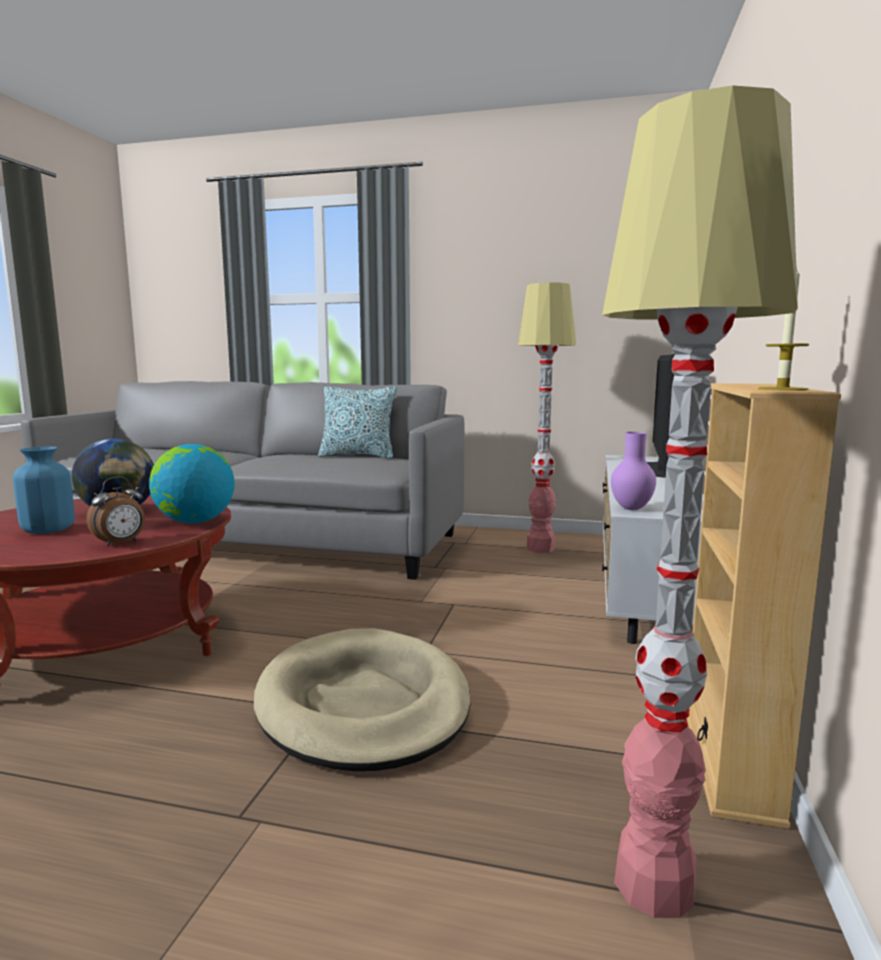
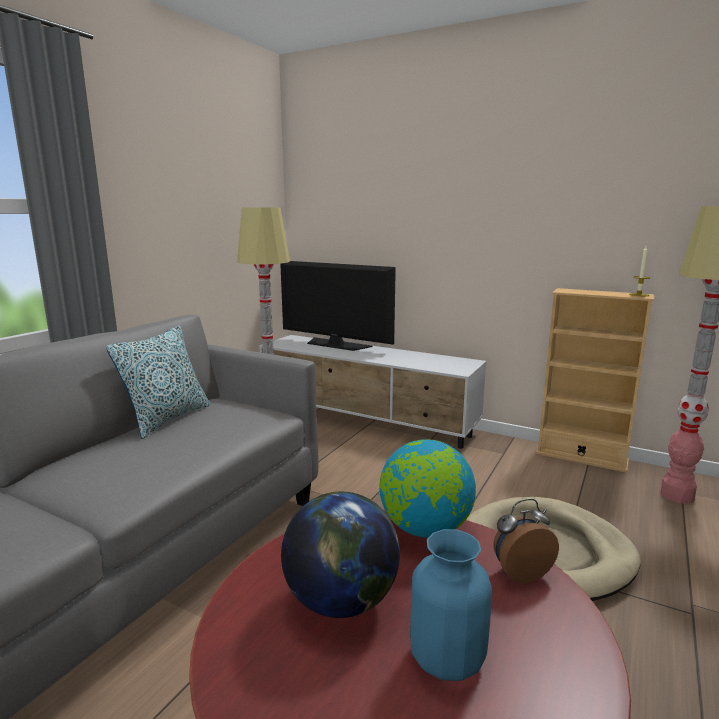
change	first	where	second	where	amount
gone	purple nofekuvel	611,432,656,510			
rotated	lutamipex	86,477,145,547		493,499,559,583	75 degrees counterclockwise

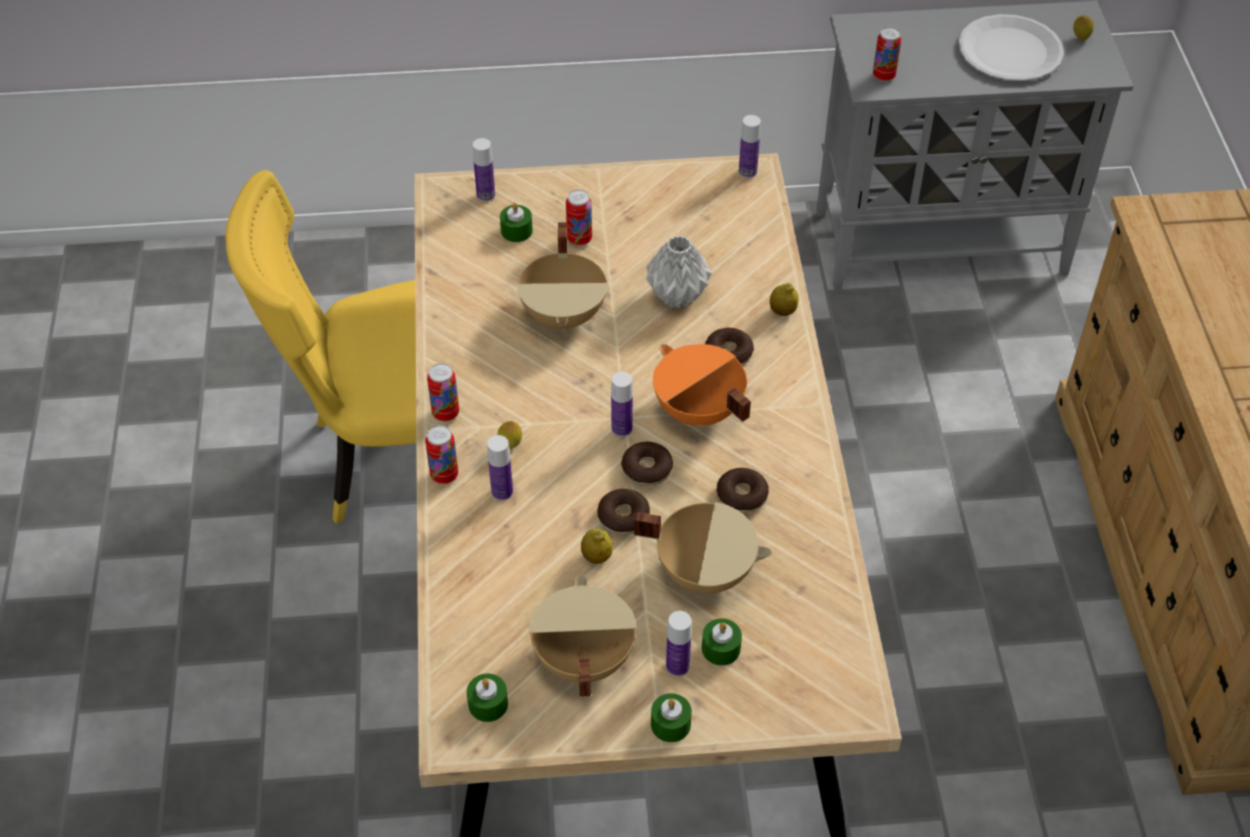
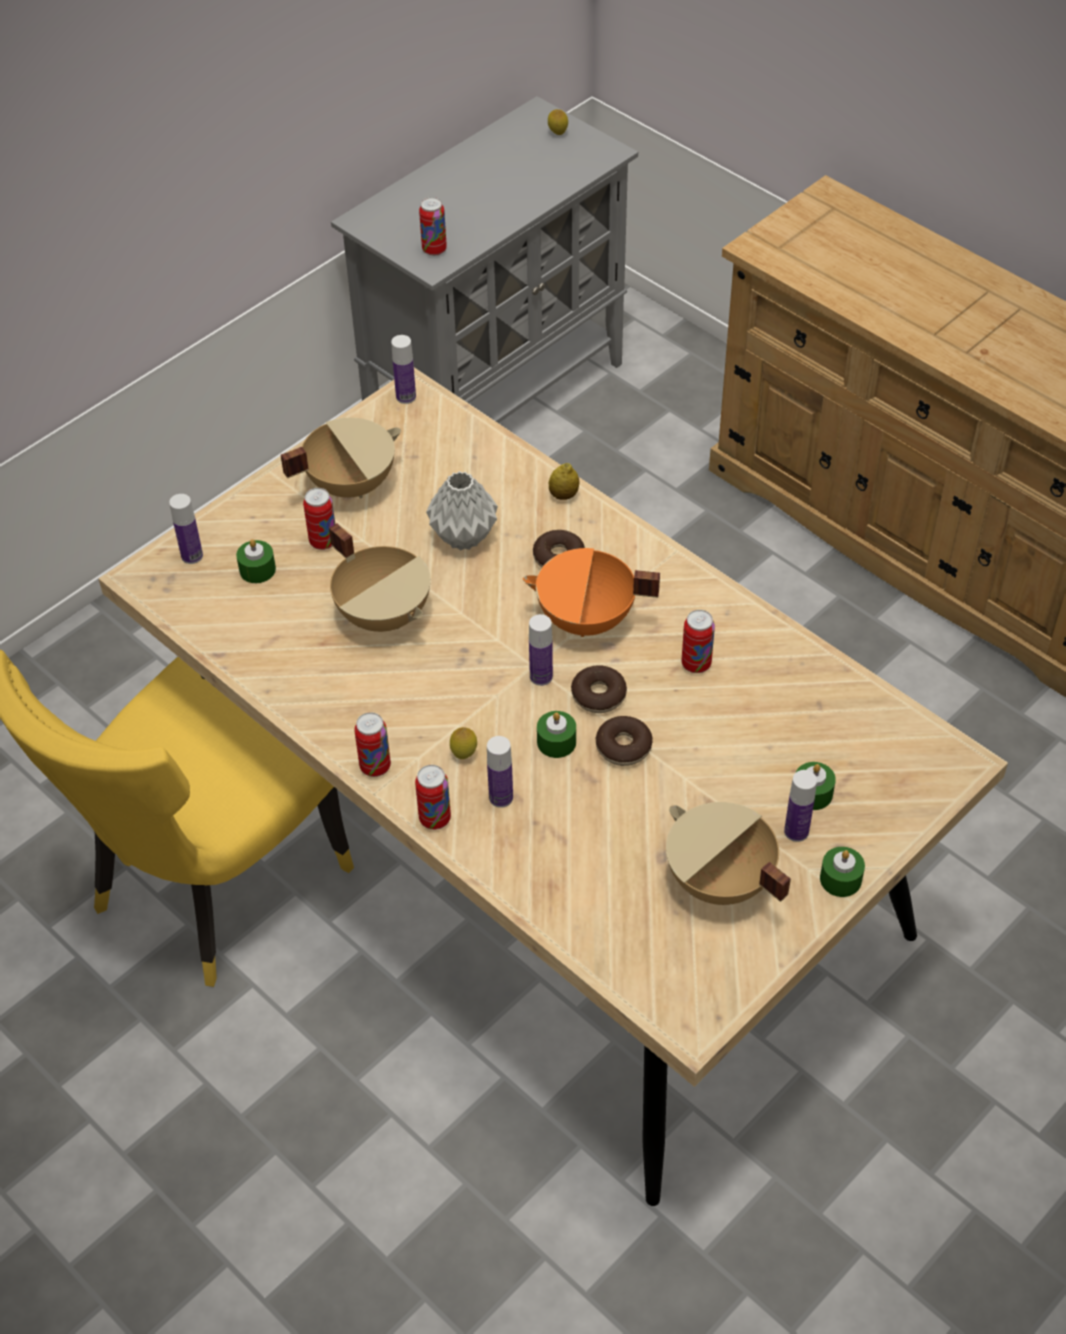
change	first	where	second	where	amount
gone	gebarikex	581,529,613,564			
gone	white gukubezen	959,14,1064,81			
shifted	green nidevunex	467,674,508,722		537,711,576,758	
shifted	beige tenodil	634,502,772,594		281,418,401,499	
swapped	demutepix	717,468,769,513	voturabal	681,610,715,673	

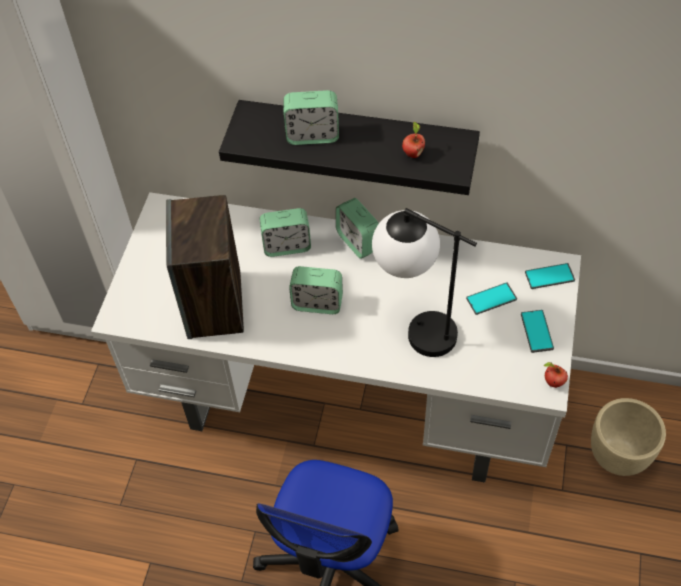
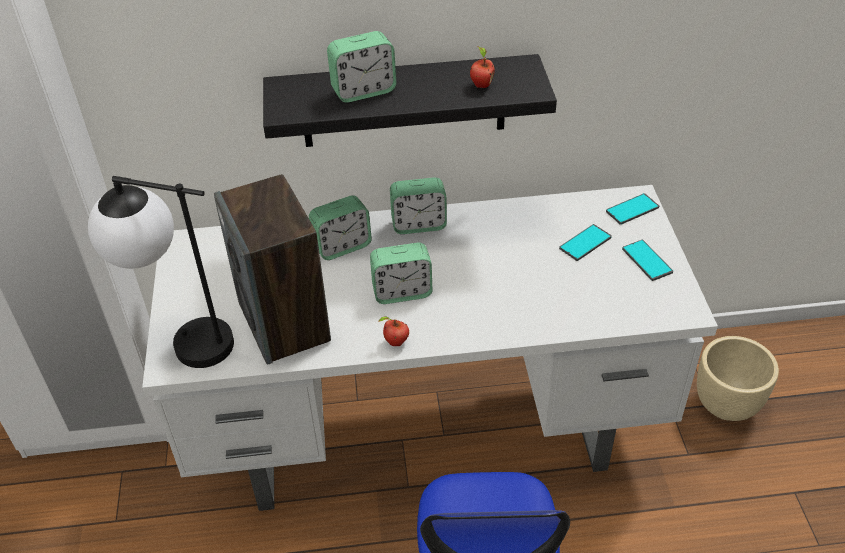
change	first	where	second	where	amount
shifted	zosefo	372,208,477,357		88,176,234,368	
shifted	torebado	544,362,568,388		379,316,409,346	
rotated	lutamipex	336,198,379,259		390,177,447,234	45 degrees counterclockwise

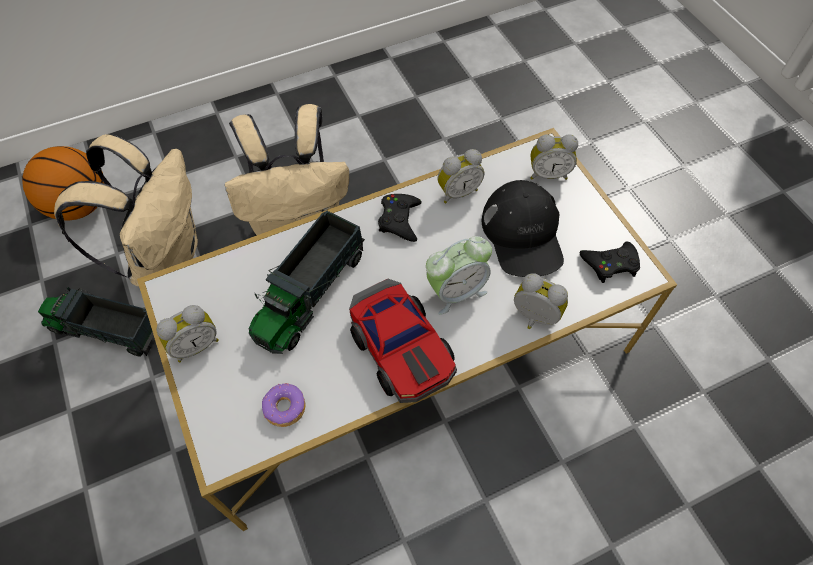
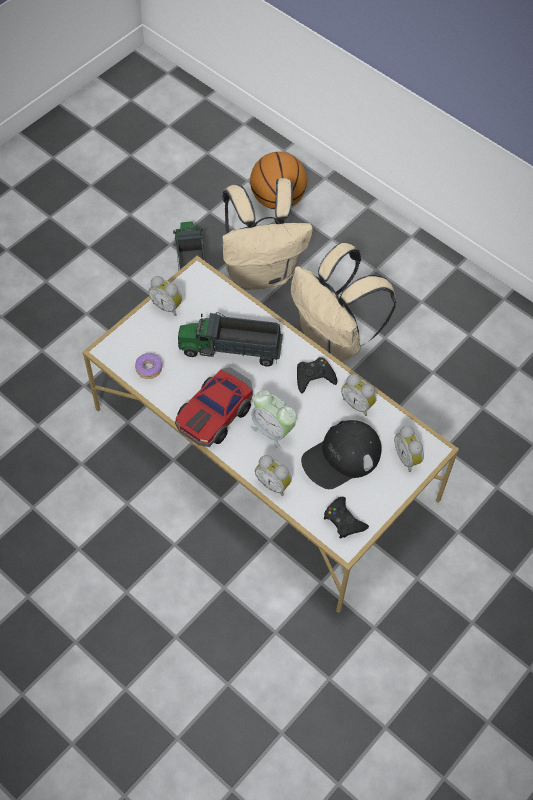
change	first	where	second	where	amount
rotated	lutamipex	514,273,568,329		255,455,292,496	120 degrees clockwise

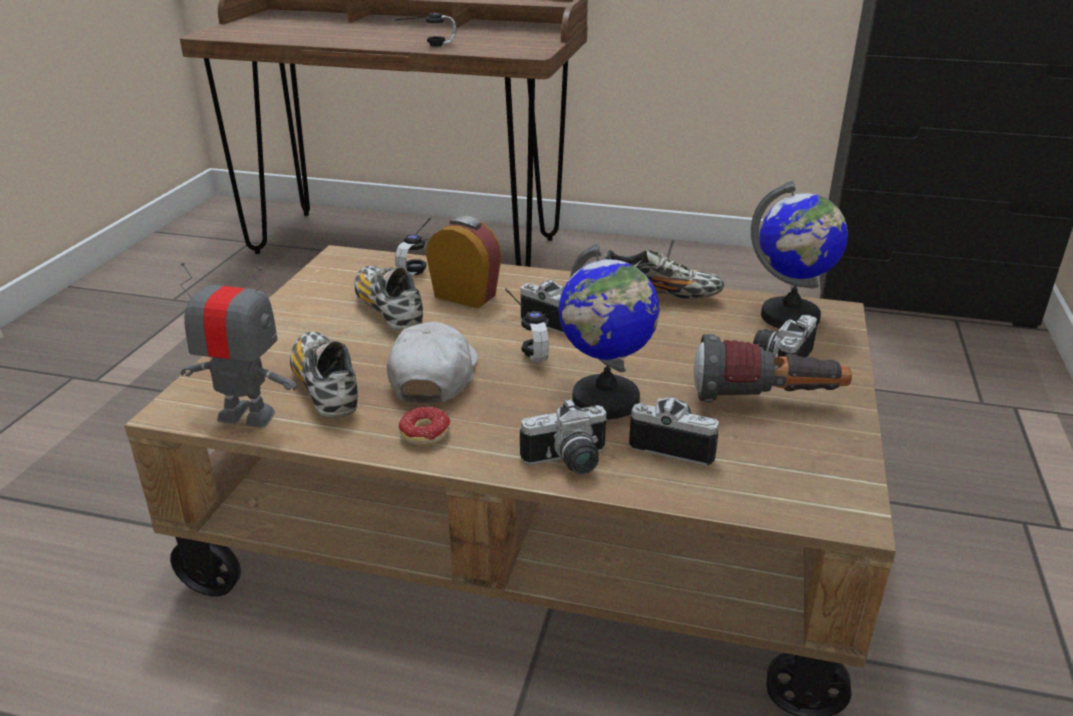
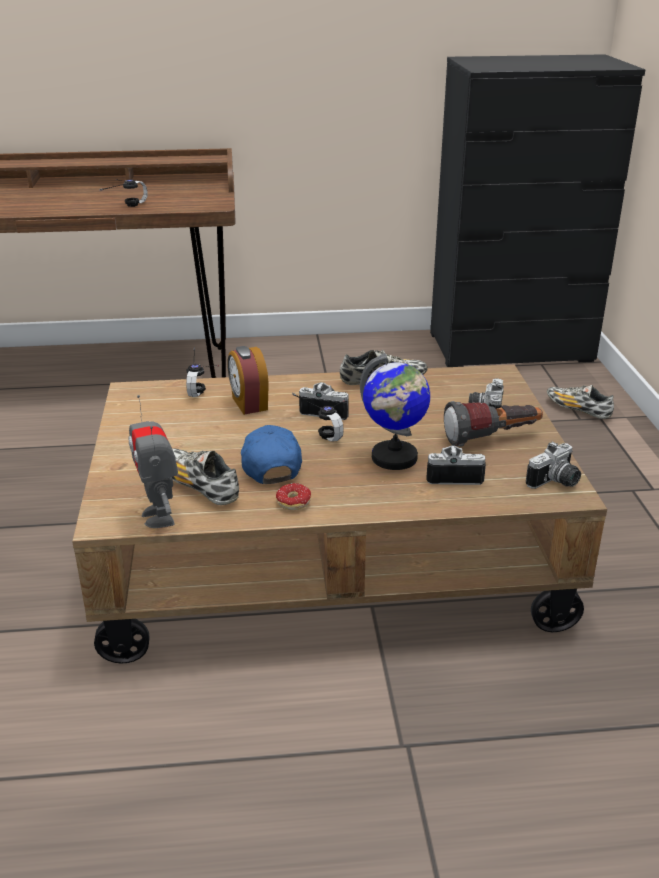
change	first	where	second	where	amount
gone	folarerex	751,181,848,329			
shifted	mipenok	354,266,423,331		547,385,614,419	
shifted	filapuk	520,398,607,474		526,442,581,489	
repainted	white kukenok	387,321,478,403	blue kukenok	241,425,302,484	
rotated	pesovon	180,262,297,428		128,395,178,528	105 degrees counterclockwise
rotated	lutamipex	426,216,502,309		227,346,269,415	120 degrees counterclockwise

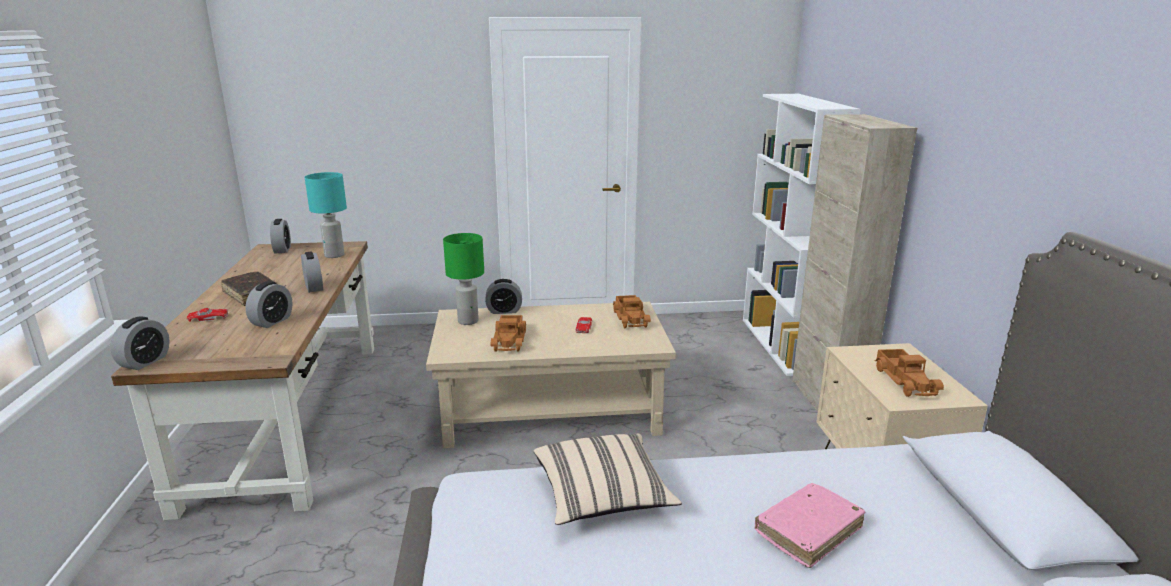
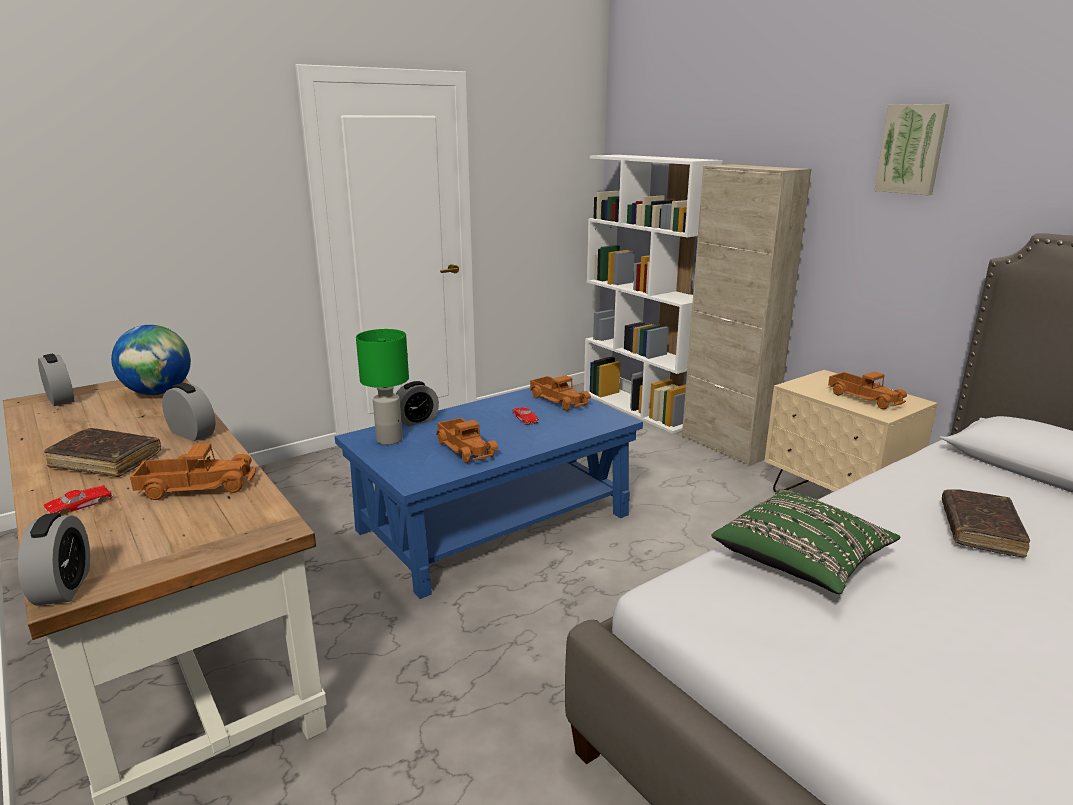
change	first	where	second	where	amount
new			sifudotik	874,104,949,195	
swapped	lutamipex	245,281,293,328	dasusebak	130,443,256,500	
swapped	turquoise zosefo	305,172,347,258	folarerex	111,325,191,395	
repainted	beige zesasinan	426,302,676,448	blue zesasinan	335,388,643,599	
repainted	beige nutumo	534,434,682,525	green nutumo	711,490,900,594	
repainted	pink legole	755,483,865,568	brown legole	942,489,1030,557	

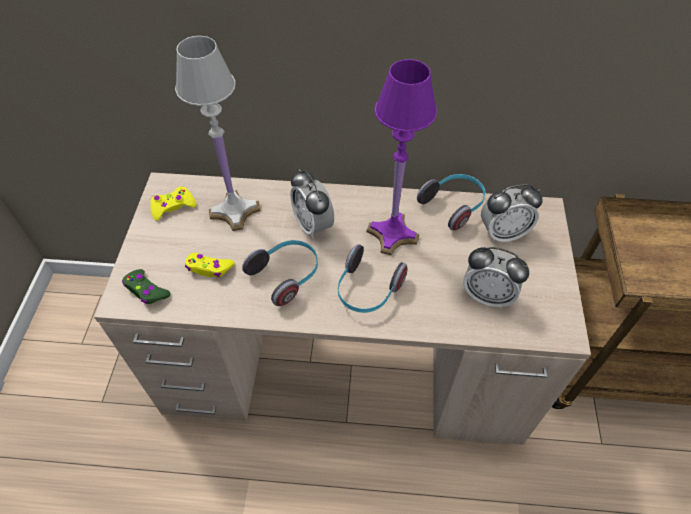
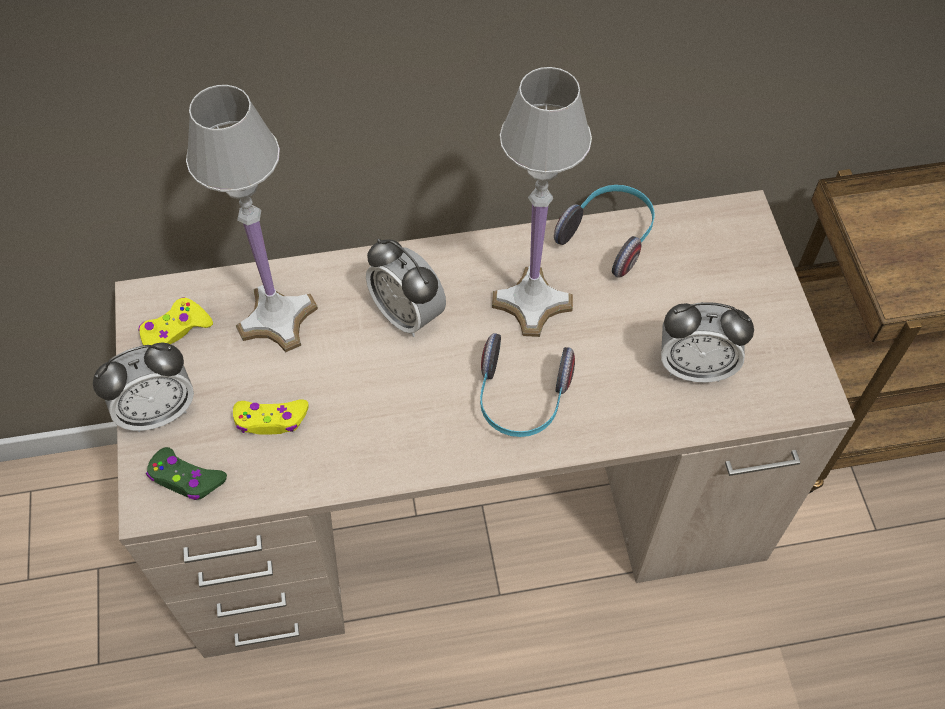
change	first	where	second	where	amount
gone	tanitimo	242,240,318,306			
shifted	lutamipex	481,184,543,242		93,342,194,432	
repainted	purple zosefo	366,59,437,255	white zosefo	492,67,592,337	

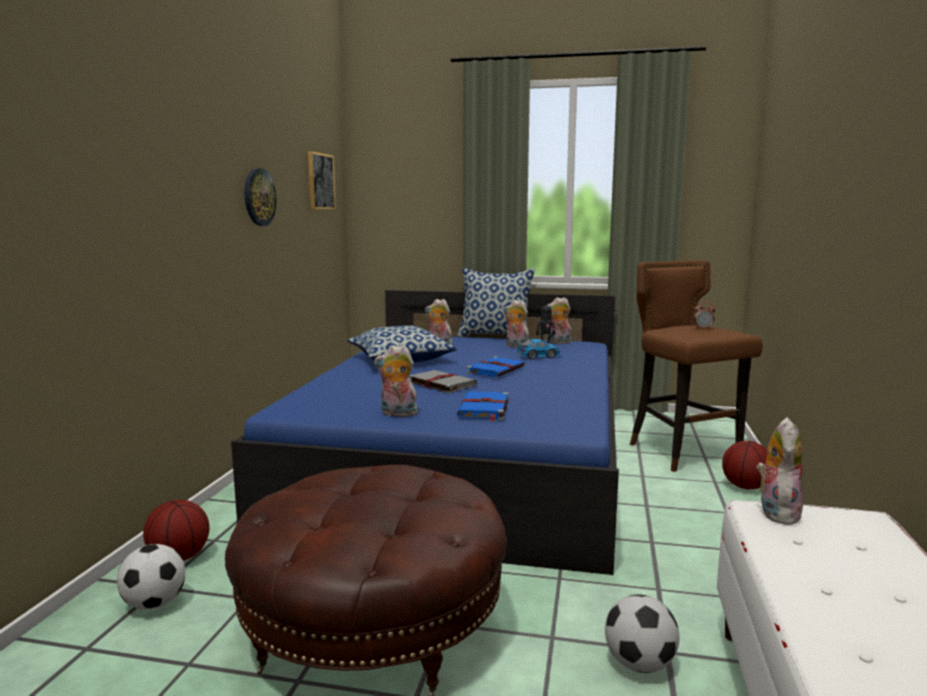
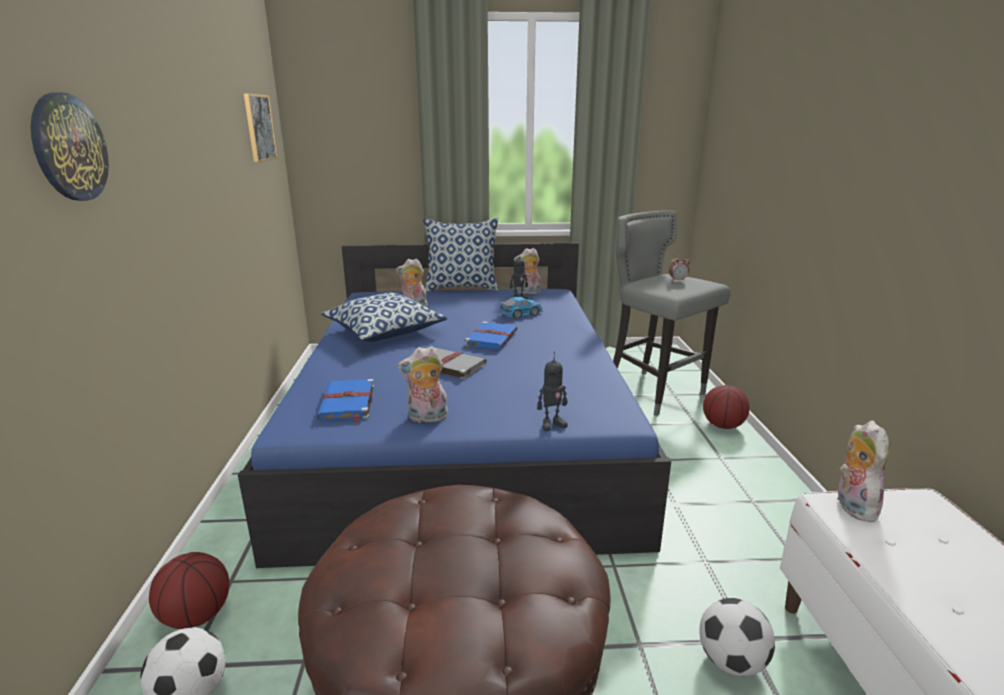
change	first	where	second	where	amount
gone	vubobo	503,300,529,348			
new			pesovon	537,352,568,431	
shifted	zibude	245,168,277,226		31,93,109,201	
shifted	blue legole	457,391,509,421		317,379,374,422	
repainted	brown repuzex	630,260,763,472	grey repuzex	613,210,730,416	

